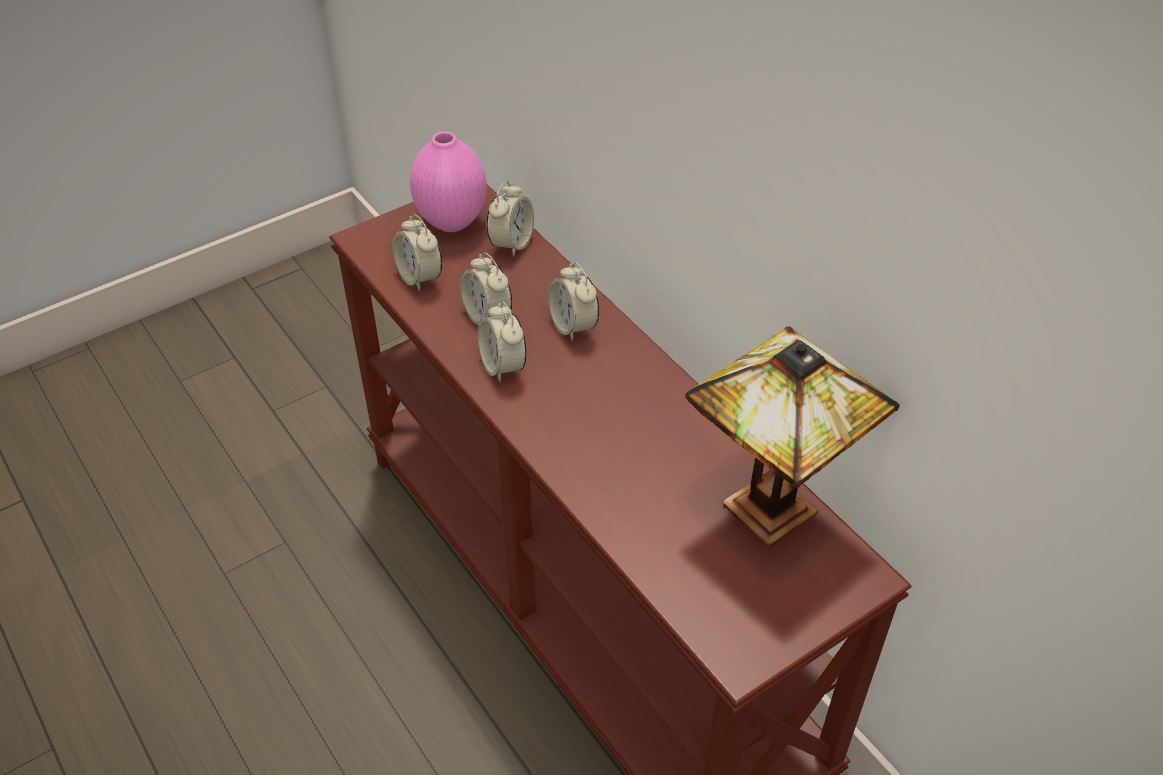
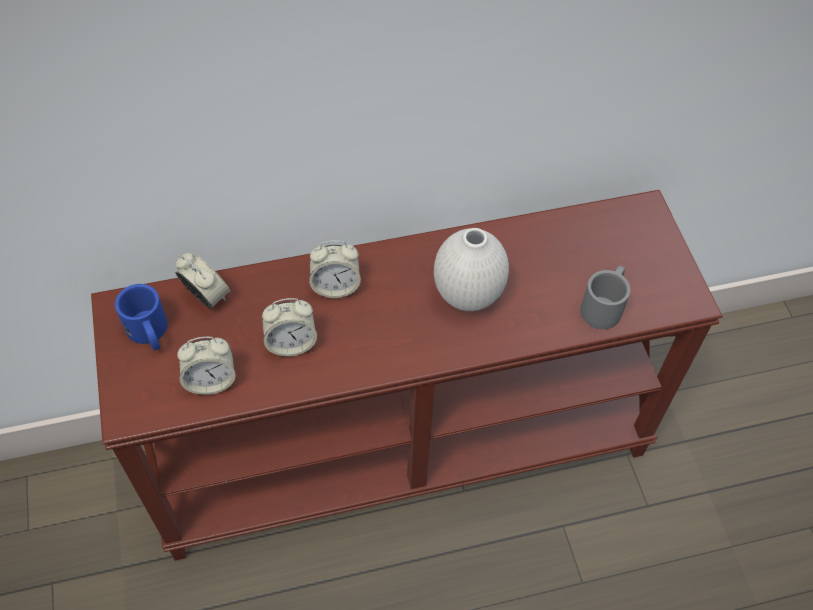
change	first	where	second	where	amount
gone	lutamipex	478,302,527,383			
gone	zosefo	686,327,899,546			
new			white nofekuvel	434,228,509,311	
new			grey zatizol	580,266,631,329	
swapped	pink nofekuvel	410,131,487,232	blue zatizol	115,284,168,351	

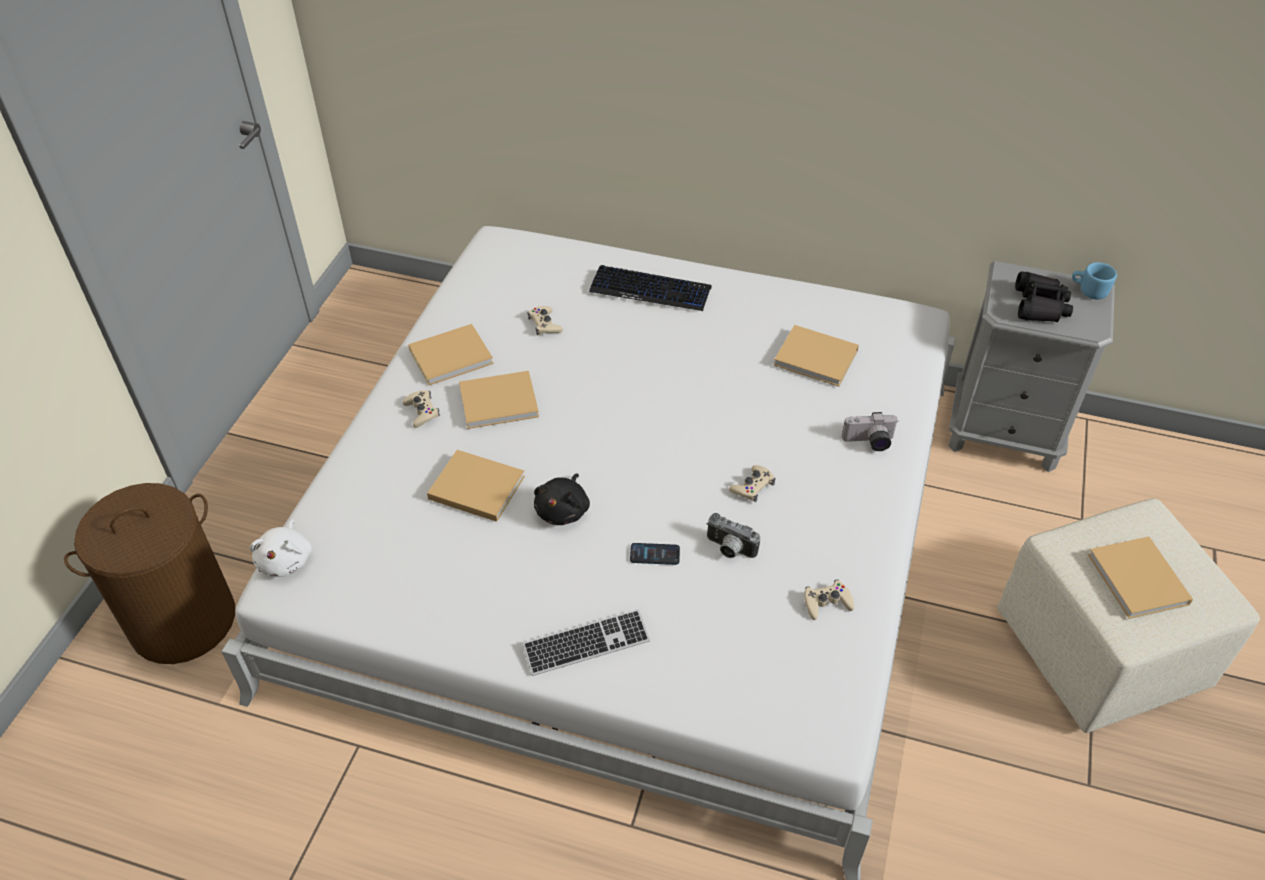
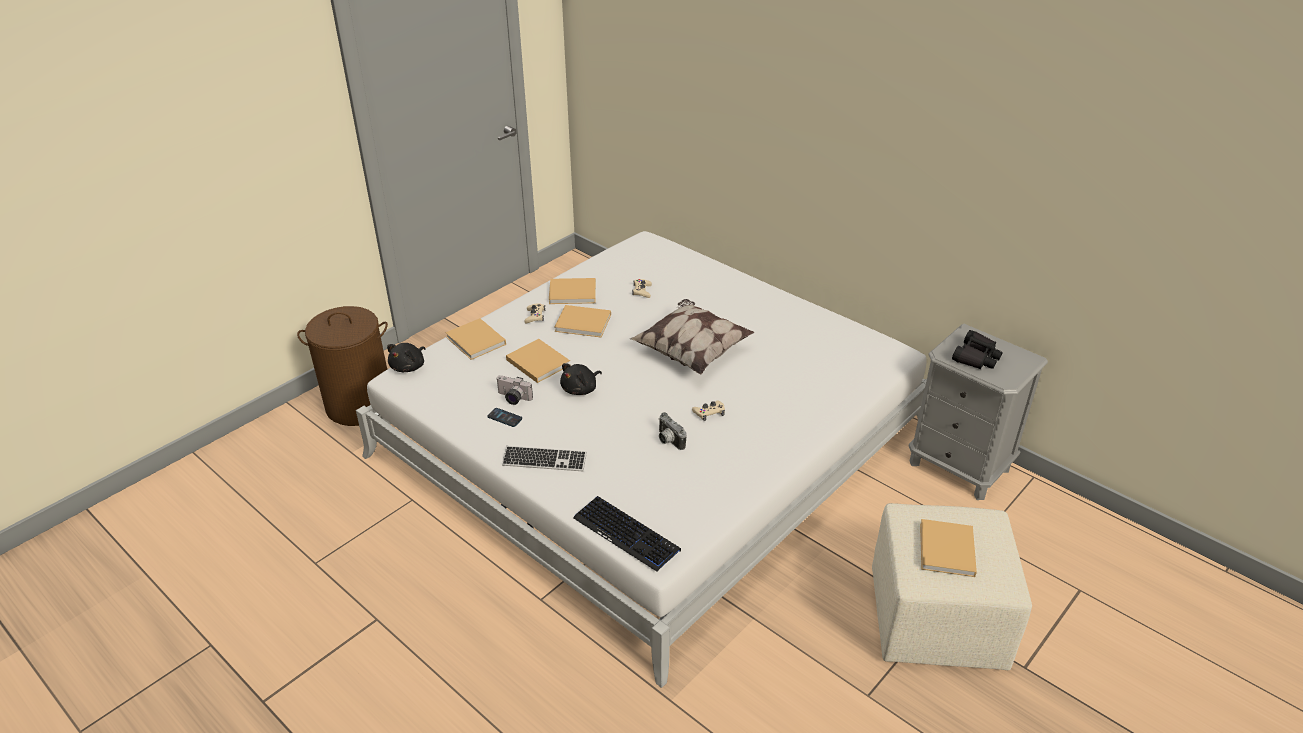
change	first	where	second	where	amount
gone	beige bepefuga	804,579,854,620			
gone	blue zatizol	1072,262,1117,300			
new			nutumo	630,299,754,375	
shifted	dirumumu	589,265,712,311		573,496,681,572	
shifted	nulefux	630,543,680,565		488,408,522,427	
shifted	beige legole	774,325,859,387		445,318,506,360	
shifted	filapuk	842,412,899,451		497,375,533,405	
repainted	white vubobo	250,519,312,577	black vubobo	387,343,426,372	

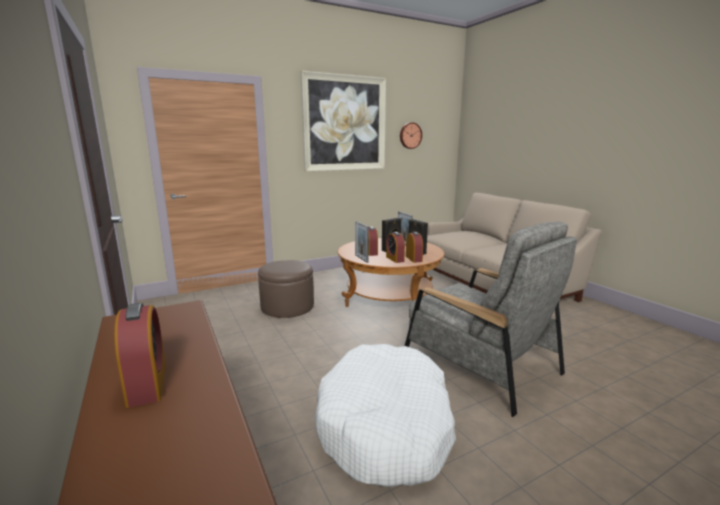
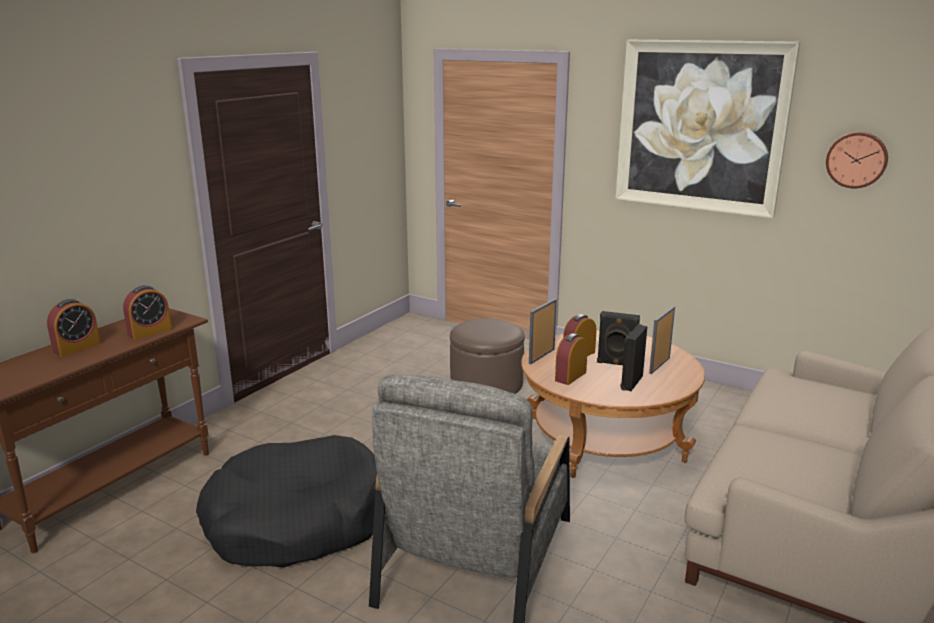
change	first	where	second	where	amount
shifted	lutamipex	406,232,423,263		123,285,172,340	
repainted	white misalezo	314,344,456,487	black misalezo	196,435,386,568	

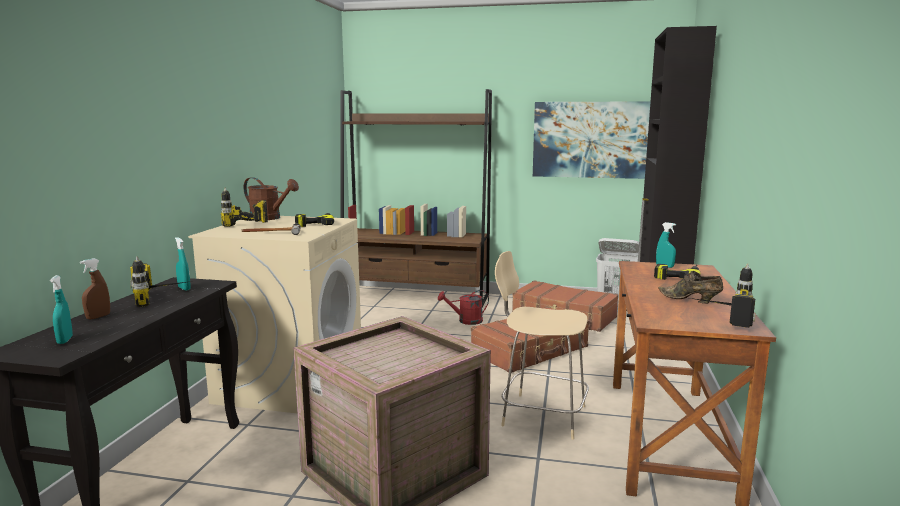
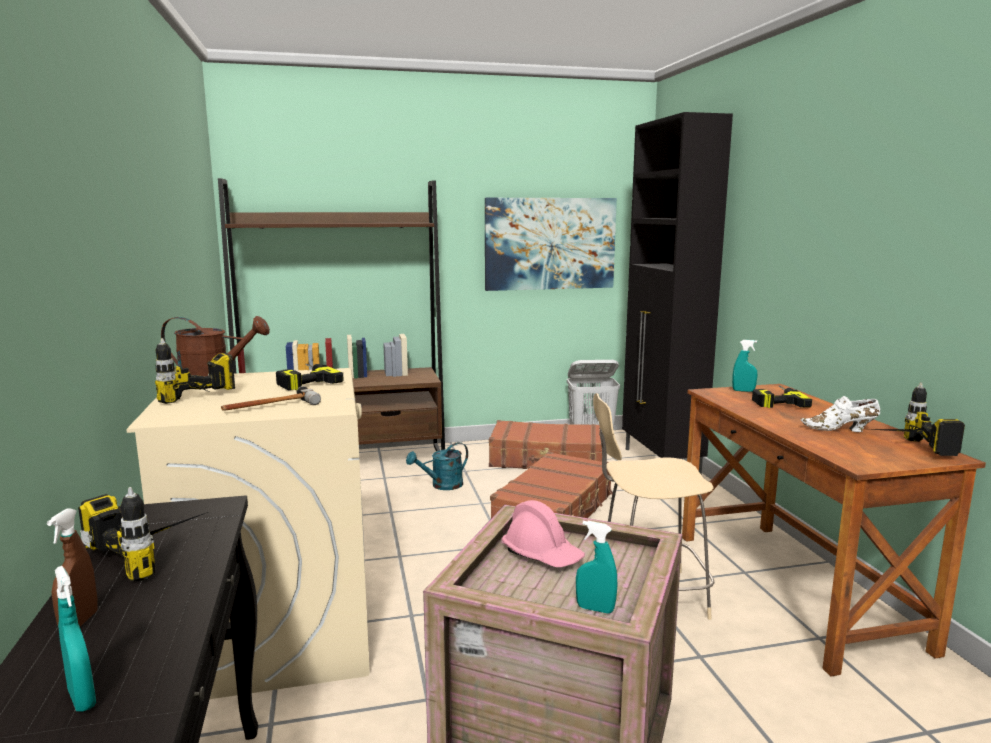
change	first	where	second	where	amount
new			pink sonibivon	502,500,585,567	
shifted	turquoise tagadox	175,237,191,291		576,521,617,614	
repainted	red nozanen	438,290,489,325	turquoise nozanen	406,442,468,490	
repainted	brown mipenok	658,271,723,304	white mipenok	800,396,880,432	

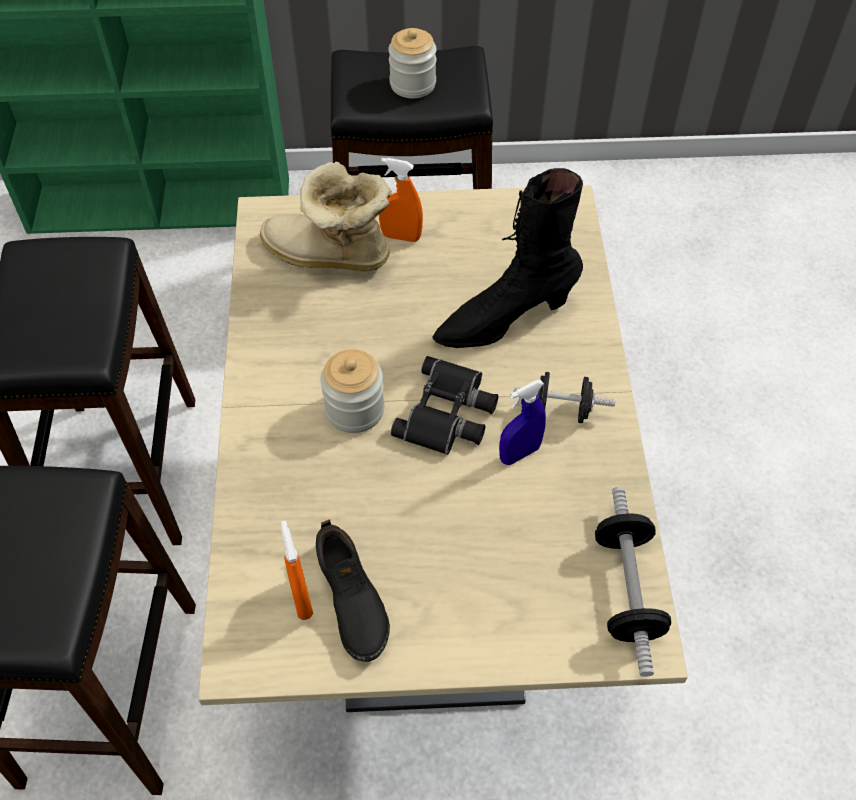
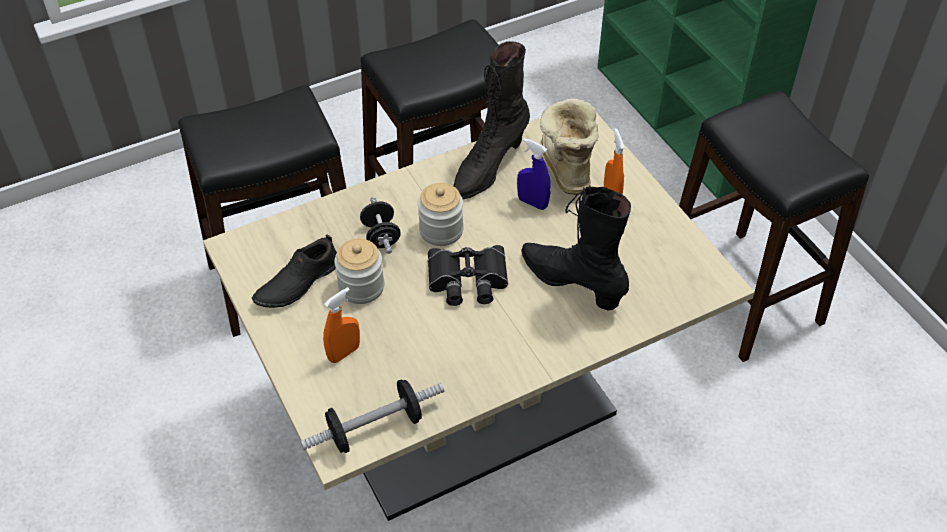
change	first	where	second	where	amount
new			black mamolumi	453,41,530,199	
shifted	orange tagadox	281,520,313,620		323,287,360,363	
shifted	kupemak	388,28,437,98		334,239,384,304	
shifted	blue tagadox	499,380,546,465		517,138,551,210	
shifted	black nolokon	513,372,615,423		360,197,401,254	

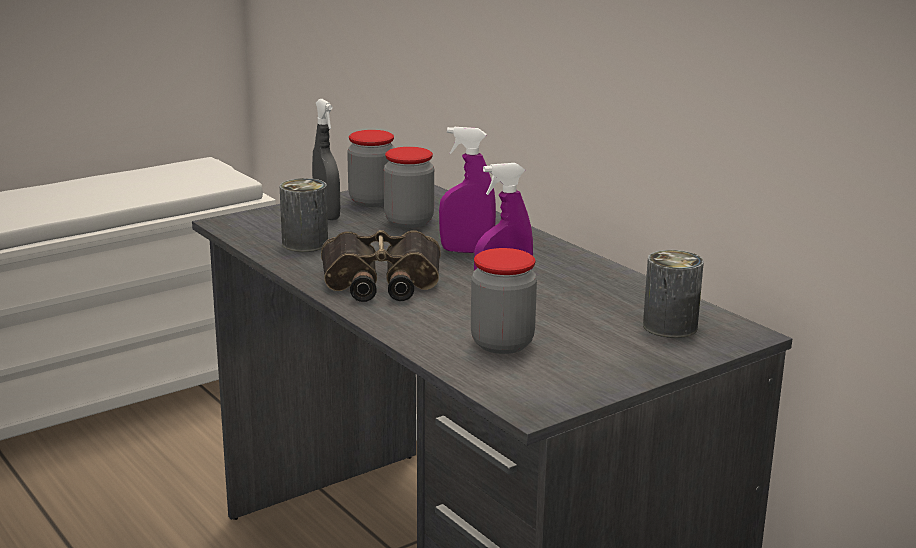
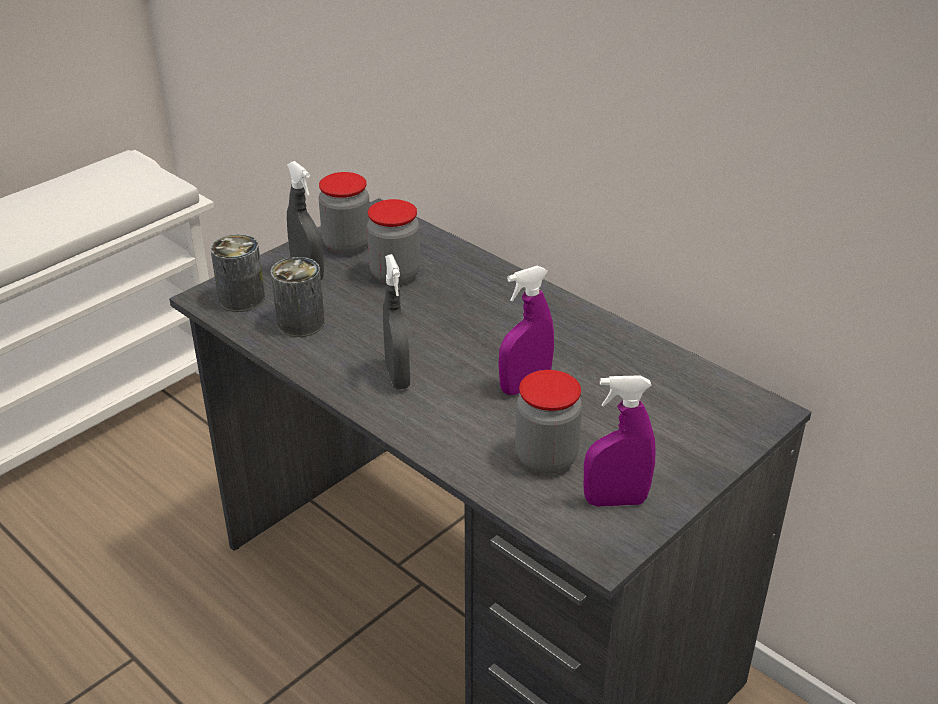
change	first	where	second	where	amount
shifted	purple tagadox	439,127,496,253		584,375,655,507	
shifted	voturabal	643,250,704,338		211,234,265,312	
swapped	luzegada	321,230,441,302	grey tagadox	383,254,410,389	

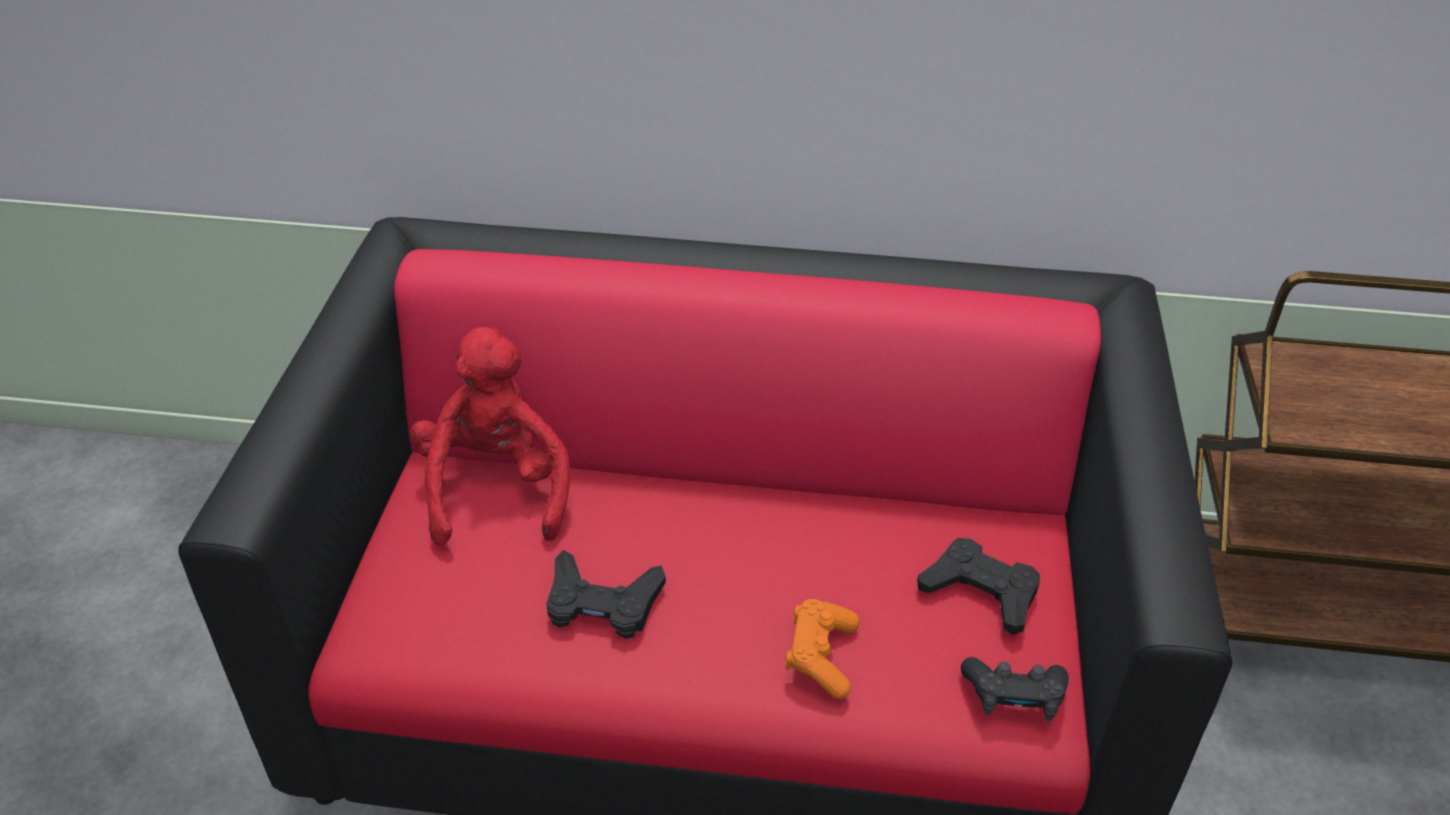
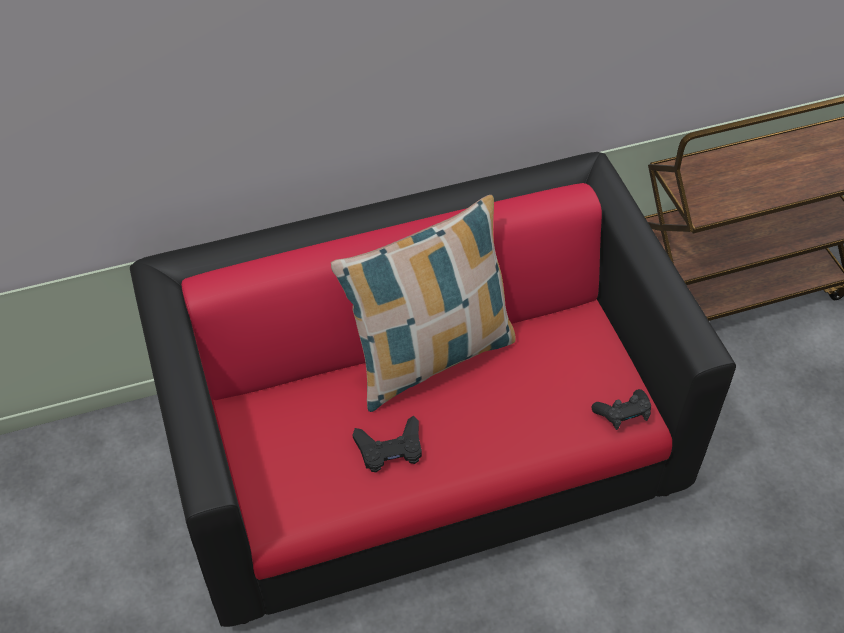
change	first	where	second	where	amount
gone	red vubobo	410,327,570,546			
gone	orange bepefuga	785,599,859,699			
gone	black bepefuga	917,538,1040,635			
new			nutumo	331,195,516,412	

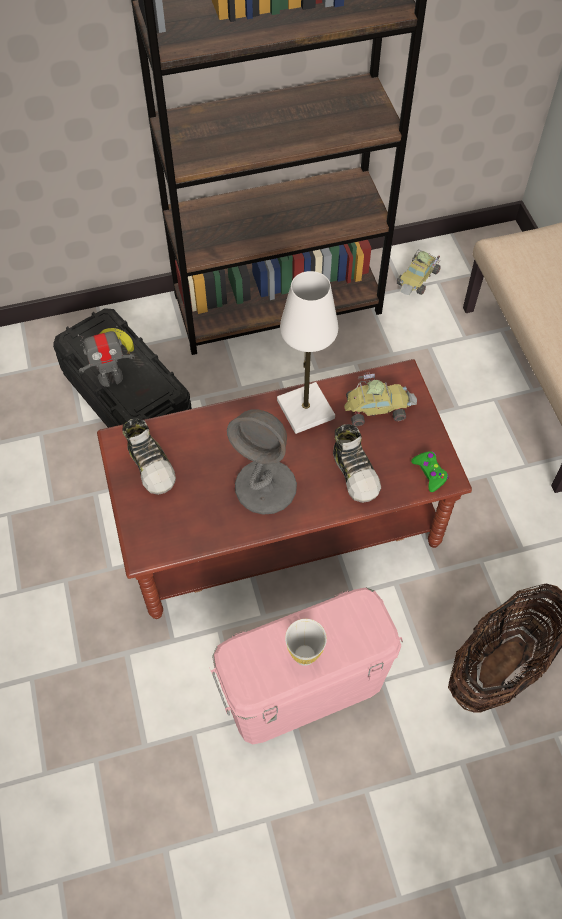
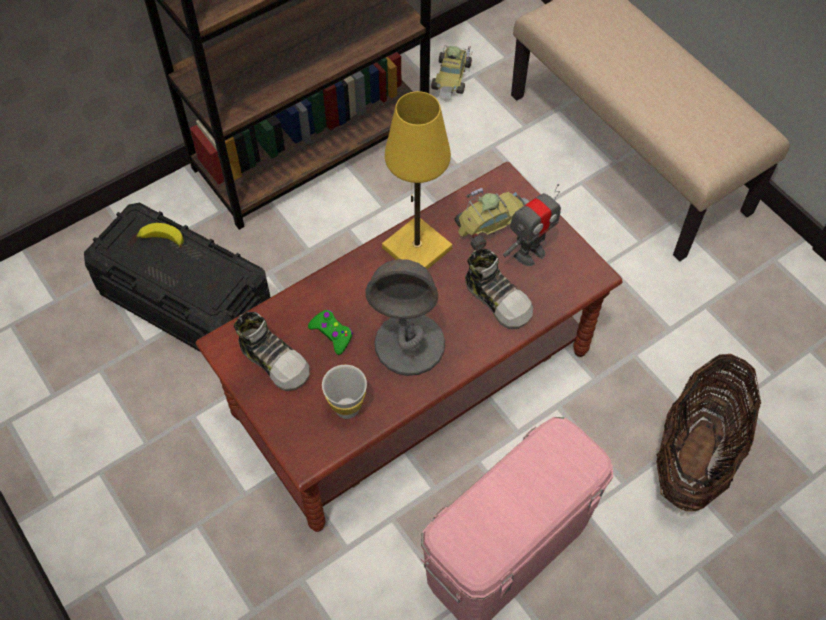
change	first	where	second	where	amount
shifted	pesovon	77,326,135,387		503,184,561,266	
shifted	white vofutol	285,619,327,666		322,365,367,419	
shifted	green bepefuga	411,451,449,492		308,310,353,355	
repainted	white zosefo	277,271,338,434	yellow zosefo	382,91,452,269	

